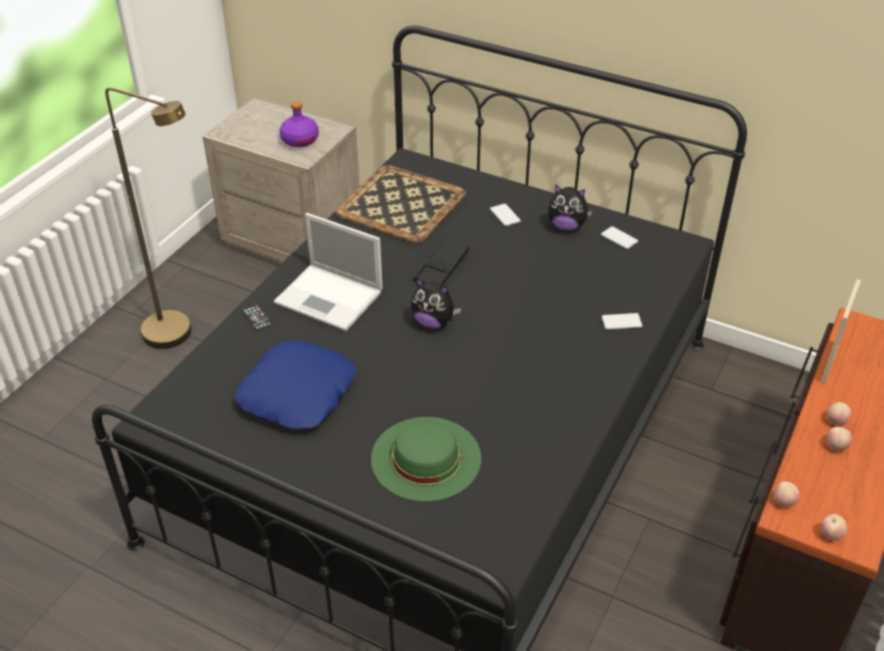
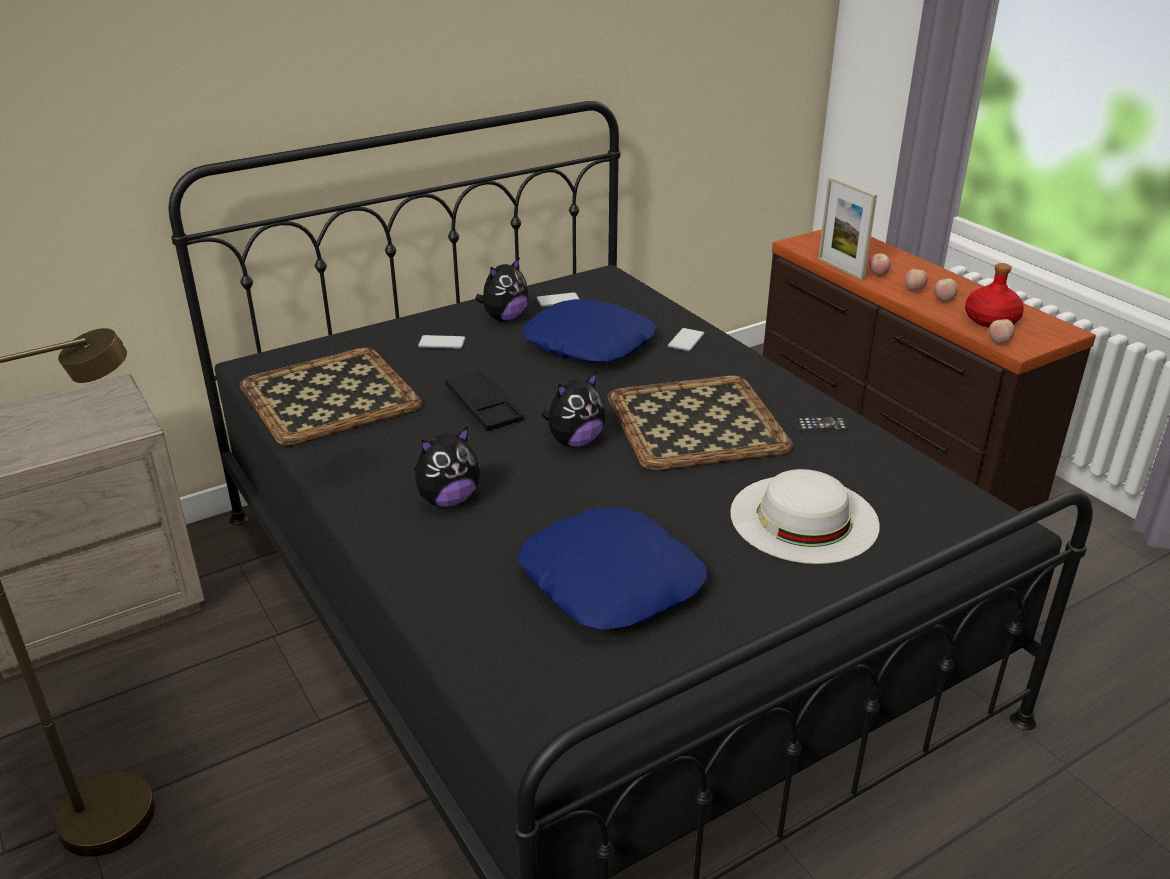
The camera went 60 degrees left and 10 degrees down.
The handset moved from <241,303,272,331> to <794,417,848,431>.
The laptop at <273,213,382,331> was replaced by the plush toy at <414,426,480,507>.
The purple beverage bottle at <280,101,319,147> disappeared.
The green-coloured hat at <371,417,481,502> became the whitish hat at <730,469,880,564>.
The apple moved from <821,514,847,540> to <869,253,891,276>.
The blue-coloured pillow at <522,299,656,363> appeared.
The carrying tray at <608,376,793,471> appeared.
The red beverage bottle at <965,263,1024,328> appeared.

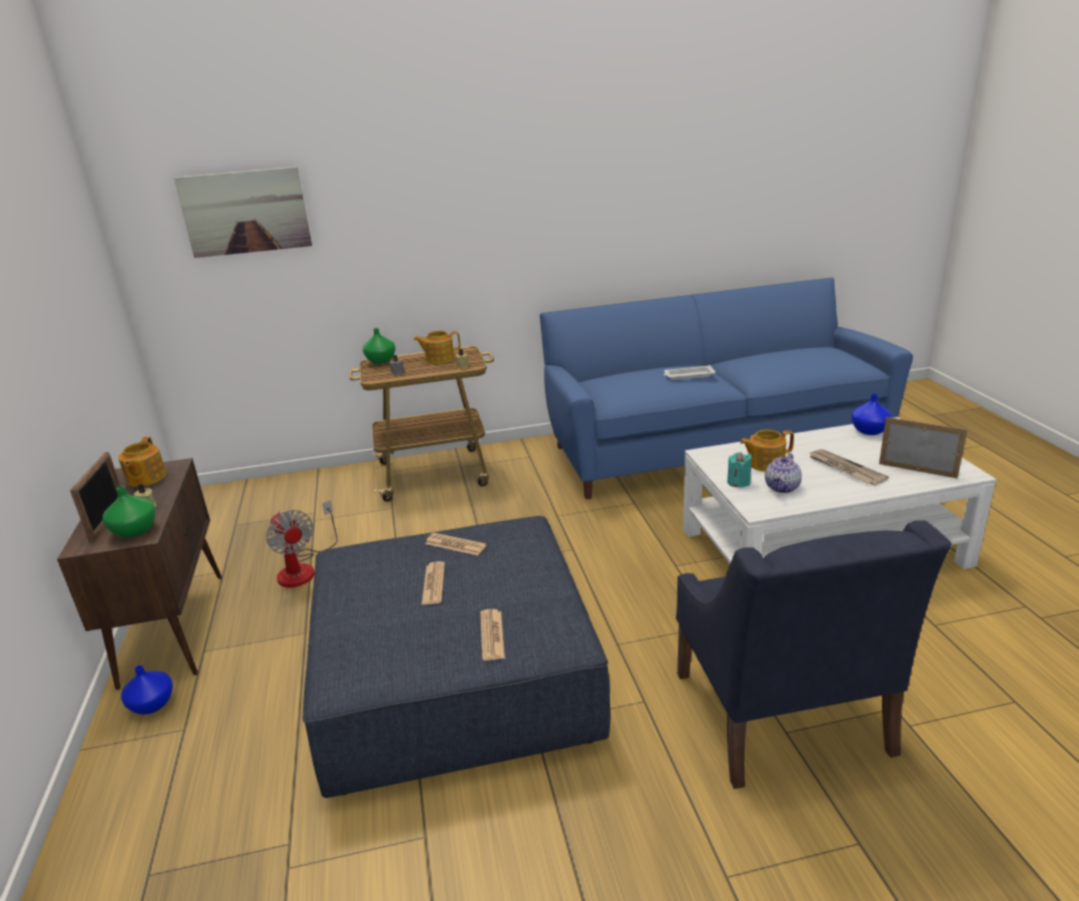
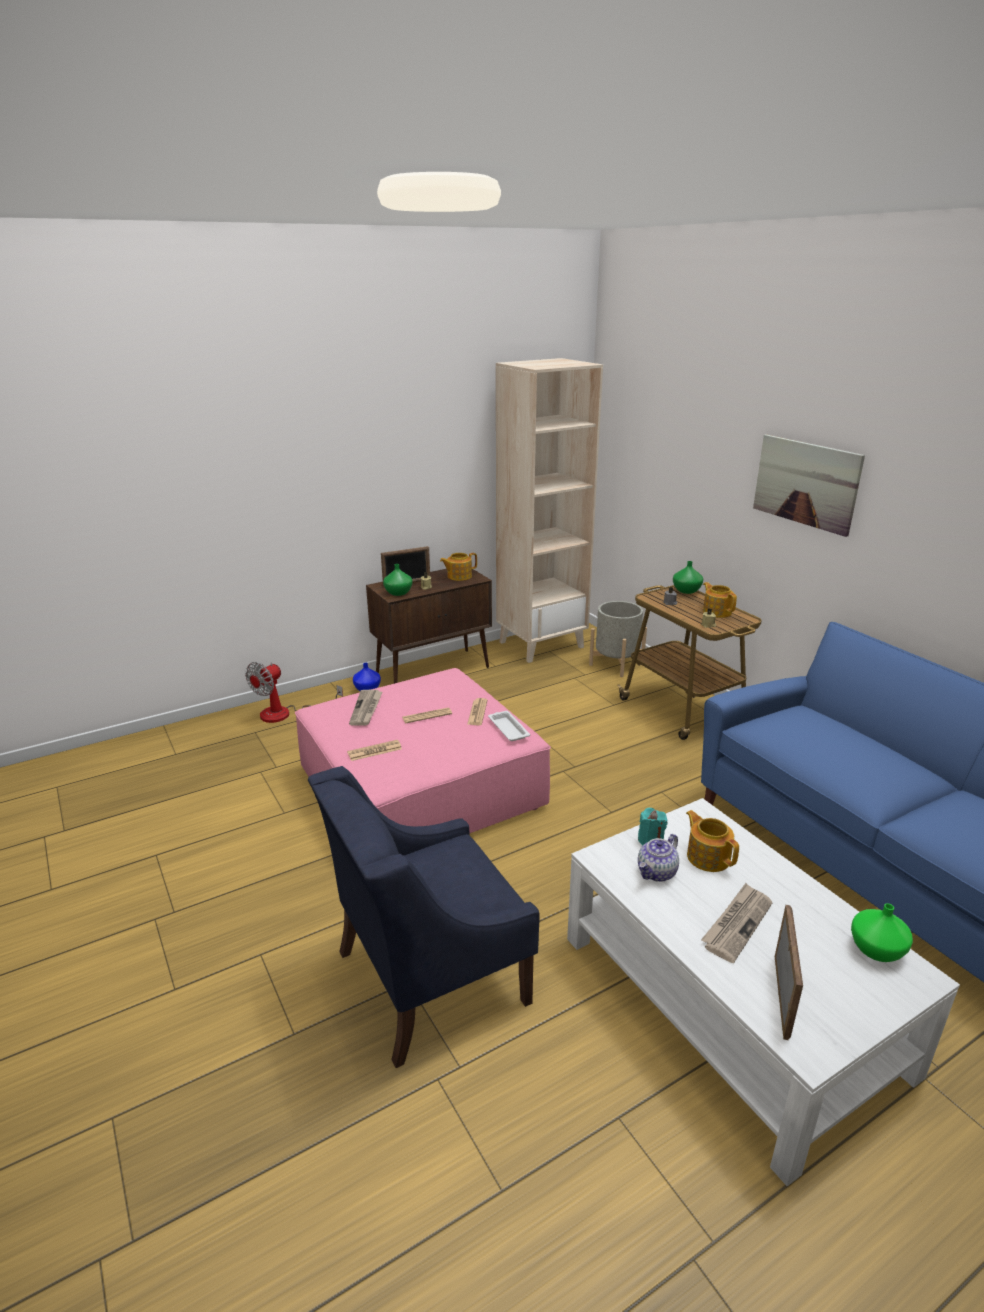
The camera went 70 degrees right and 0 degrees up.
The wall picture moved from <174,167,312,258> to <753,434,865,537>.
The fan moved from <266,500,338,587> to <245,662,343,723>.
The blue-coloured ottoman at <303,516,610,798> became the pink ottoman at <295,668,551,834>.
The whitish carrying tray moved from <664,365,716,380> to <488,711,530,741>.
The teapot at <765,453,802,493> turned 60 degrees counterclockwise.
The blue-coloured vase at <851,394,892,435> became the green-coloured vase at <851,903,913,962>.
The newspaper at <349,690,382,726> appeared.
The beige-coloured shelving unit at <496,358,603,663> appeared.
The grey plant pot at <589,601,647,677> appeared.

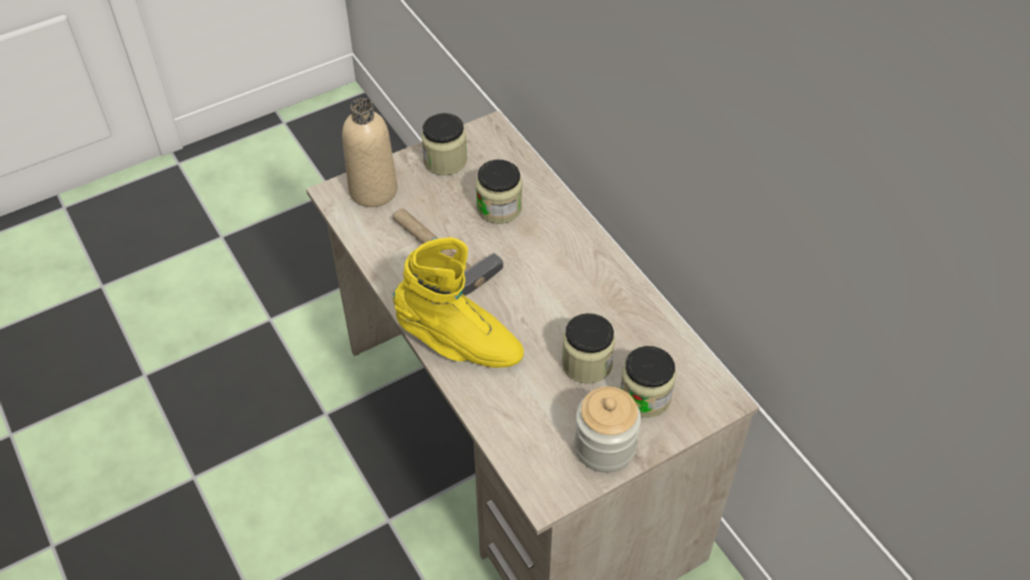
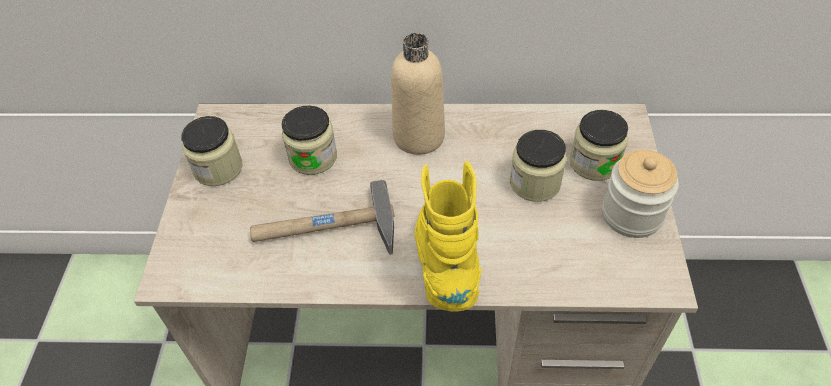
The camera went 55 degrees left and 0 degrees up.
The beige-coloured beverage bottle moved from <342,98,398,207> to <391,33,445,155>.
The yellowish tall boot at <393,237,524,368> turned 60 degrees counterclockwise.

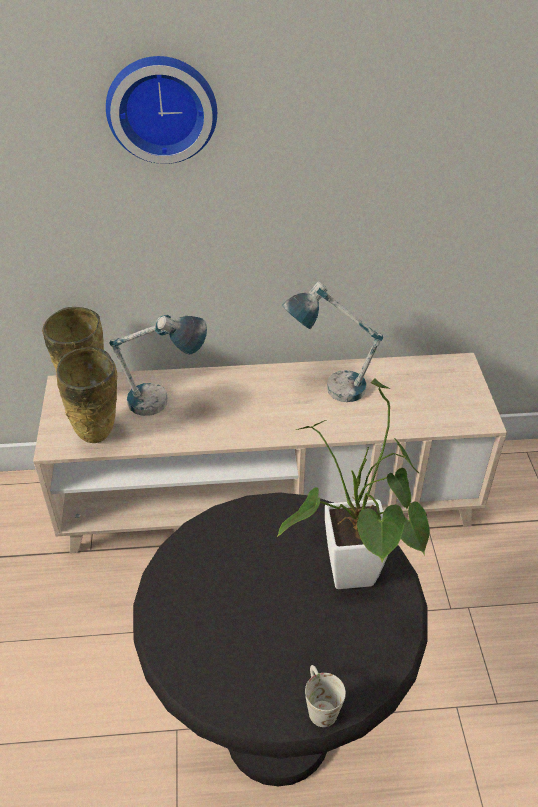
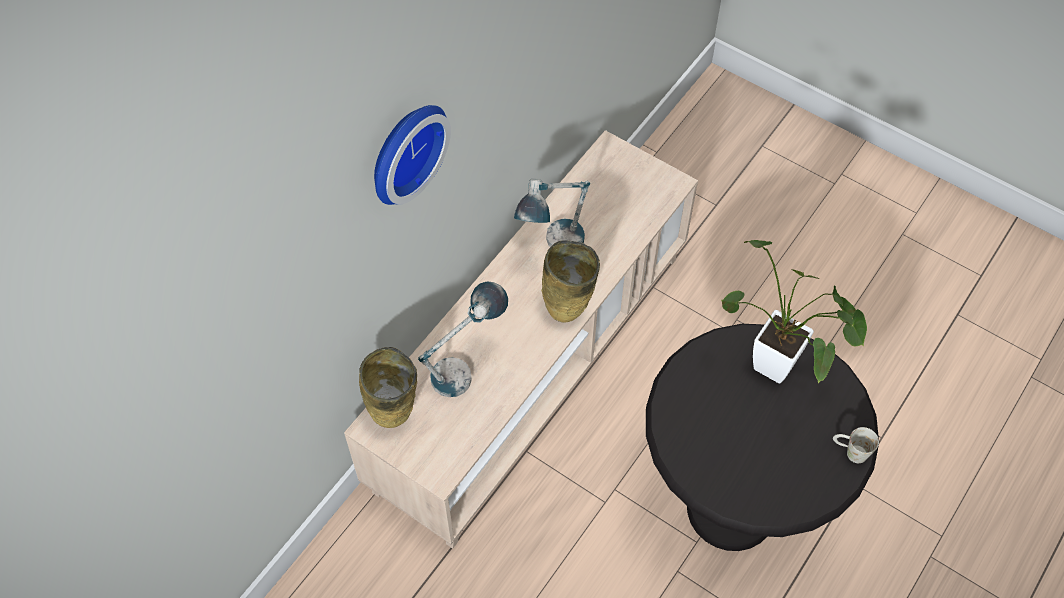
The camera went 50 degrees left and 15 degrees up.
The beige-coloured vase moved from <56,347,117,443> to <541,240,600,322>.

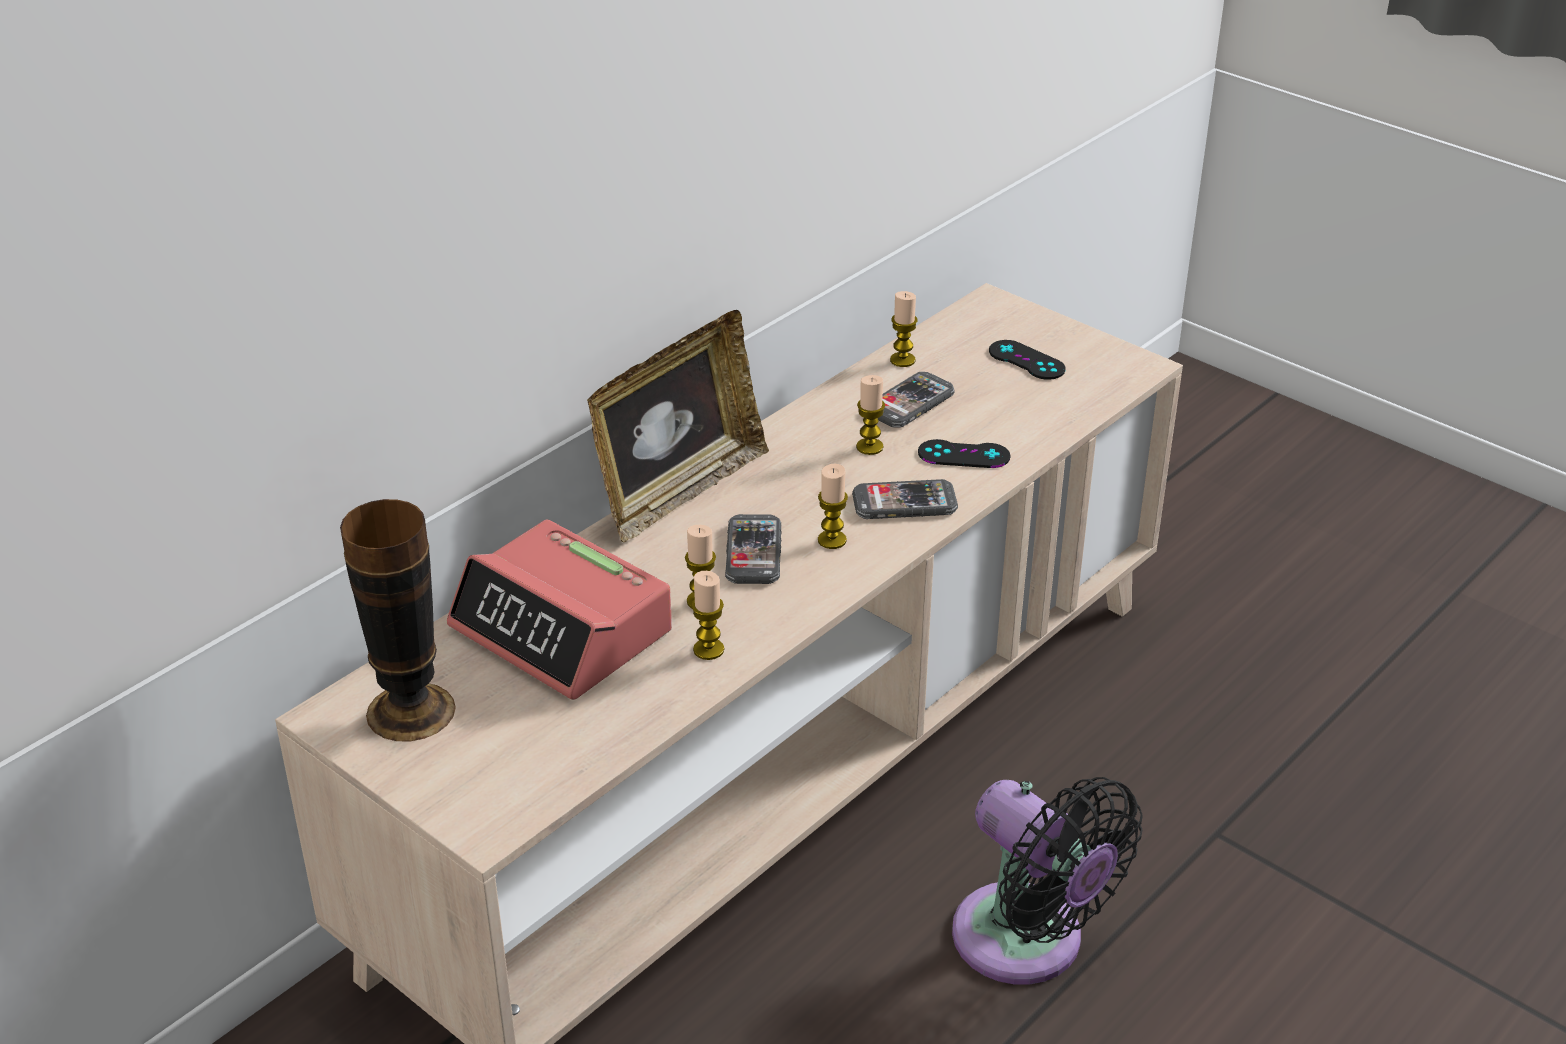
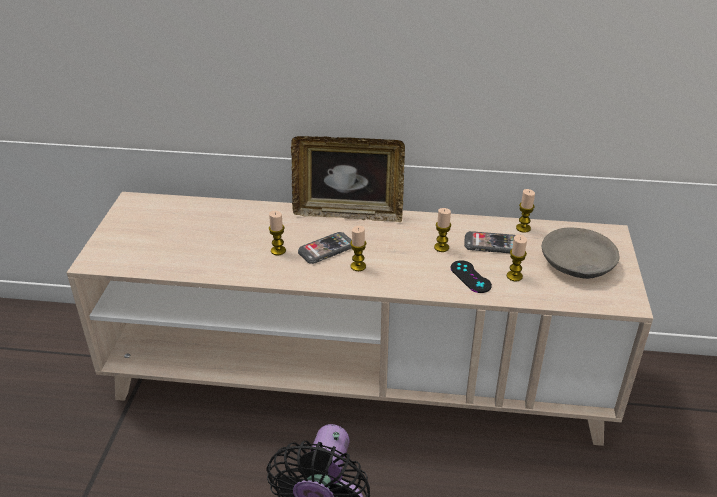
The camera went 55 degrees right and 0 degrees up.
The vase at <340,499,456,741> disappeared.
The bedside clock at <447,520,672,700> disappeared.
The wax candle moved from <691,571,724,660> to <507,235,527,281>.
The handset at <852,479,958,519> disappeared.
The black-coloured game controller at <989,340,1065,380> was replaced by the grey serving bowl at <542,228,619,279>.

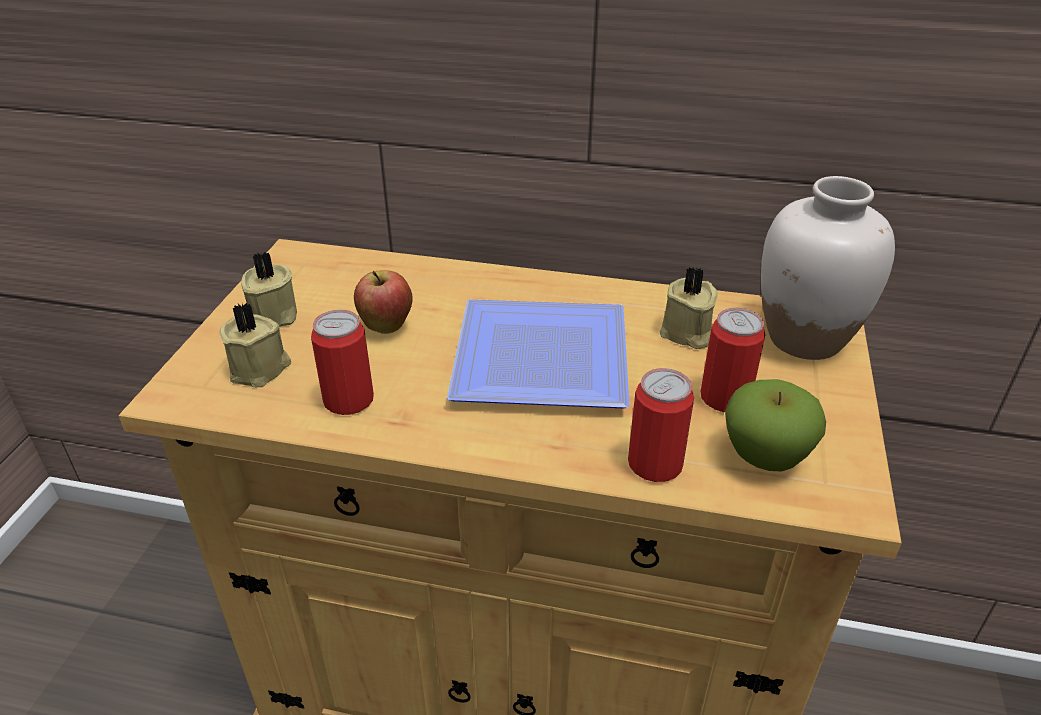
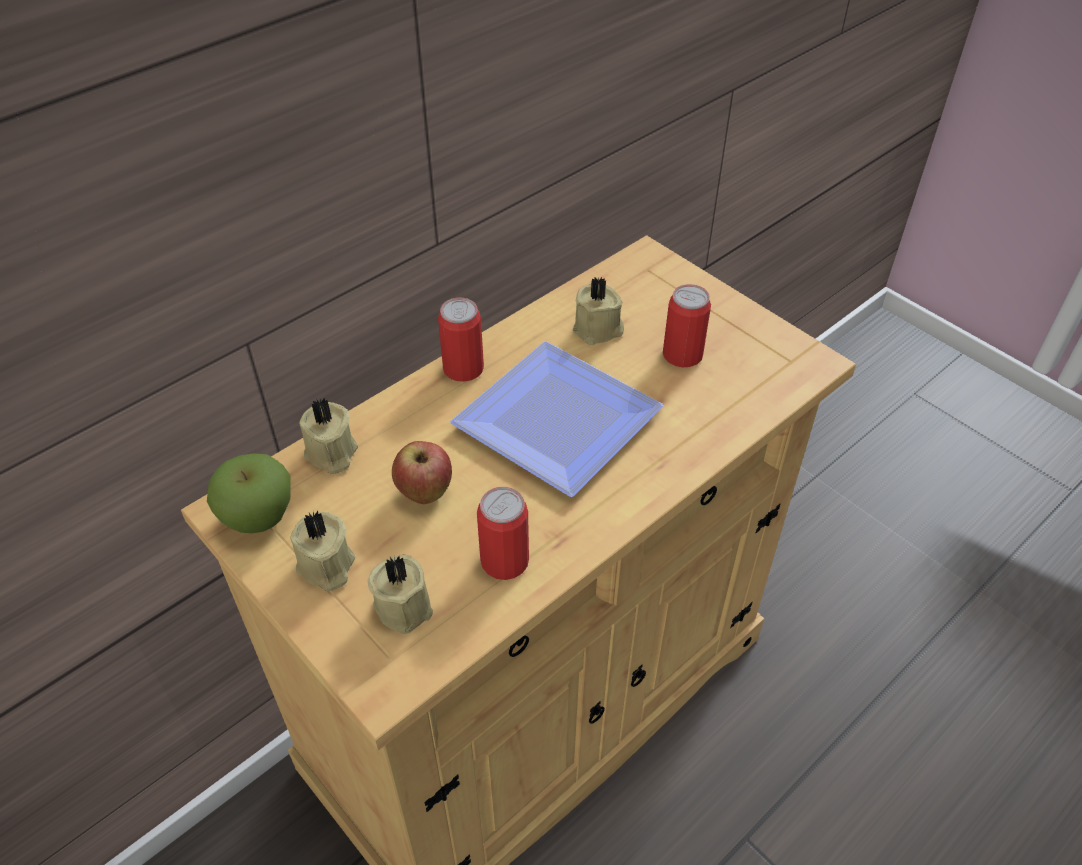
The camera went 55 degrees left and 10 degrees up.
The metal can moved from <628,368,694,482> to <438,298,484,382>.
The apple moved from <725,379,826,472> to <207,453,291,533>.
The whitish vase at <761,176,895,360> disappeared.
The beige-coloured wax candle at <299,398,358,474> appeared.

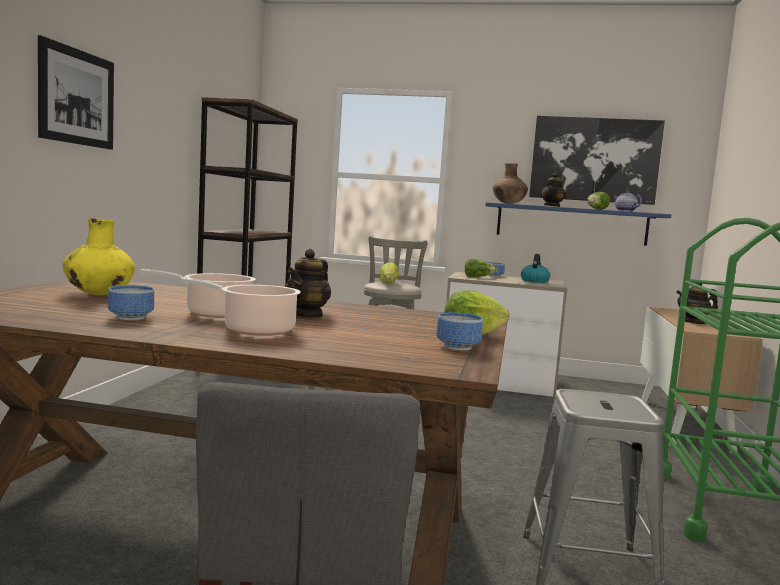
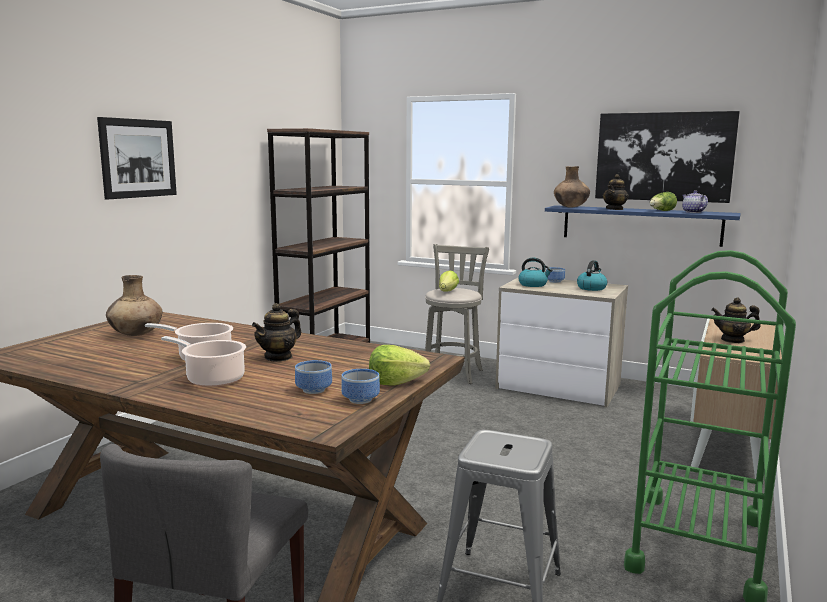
The camera went 15 degrees right and 5 degrees up.
The yellowish vase at <63,218,135,295> became the brown vase at <106,275,162,336>.
The serving bowl moved from <108,285,154,320> to <295,360,332,394>.
The lettuce at <465,258,497,277> was replaced by the kettle at <518,258,552,287>.

